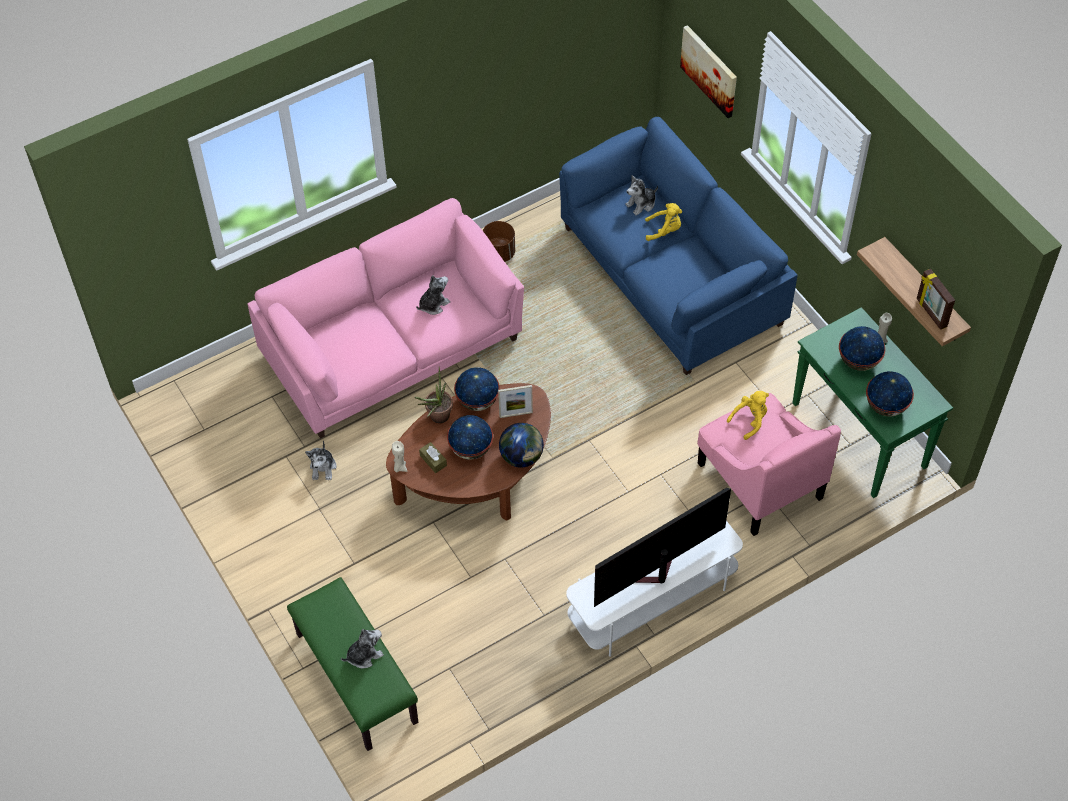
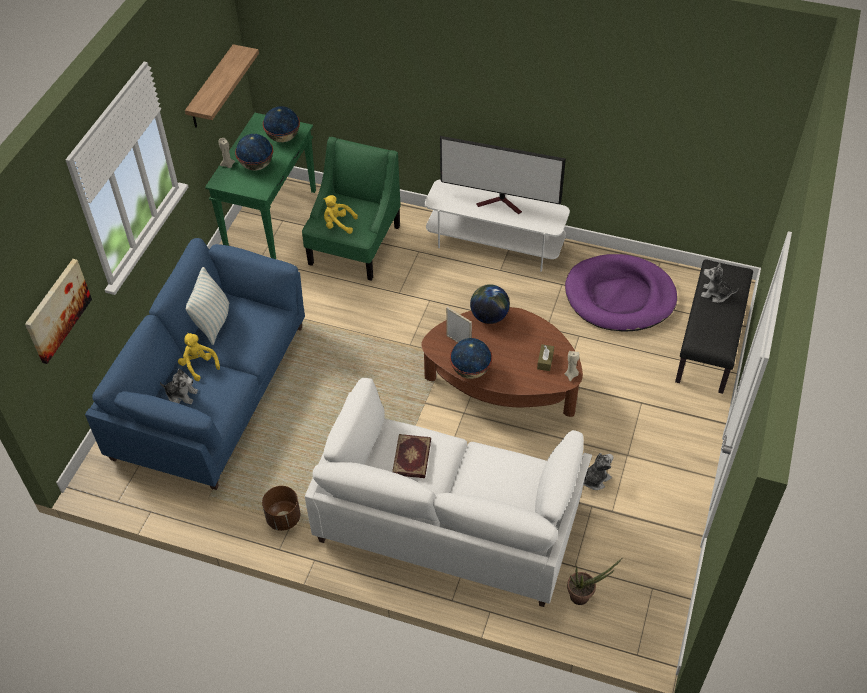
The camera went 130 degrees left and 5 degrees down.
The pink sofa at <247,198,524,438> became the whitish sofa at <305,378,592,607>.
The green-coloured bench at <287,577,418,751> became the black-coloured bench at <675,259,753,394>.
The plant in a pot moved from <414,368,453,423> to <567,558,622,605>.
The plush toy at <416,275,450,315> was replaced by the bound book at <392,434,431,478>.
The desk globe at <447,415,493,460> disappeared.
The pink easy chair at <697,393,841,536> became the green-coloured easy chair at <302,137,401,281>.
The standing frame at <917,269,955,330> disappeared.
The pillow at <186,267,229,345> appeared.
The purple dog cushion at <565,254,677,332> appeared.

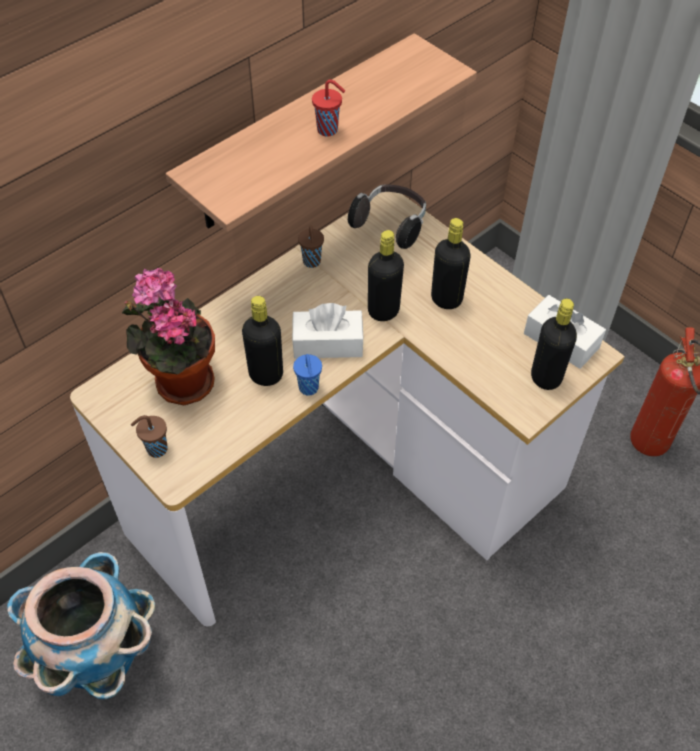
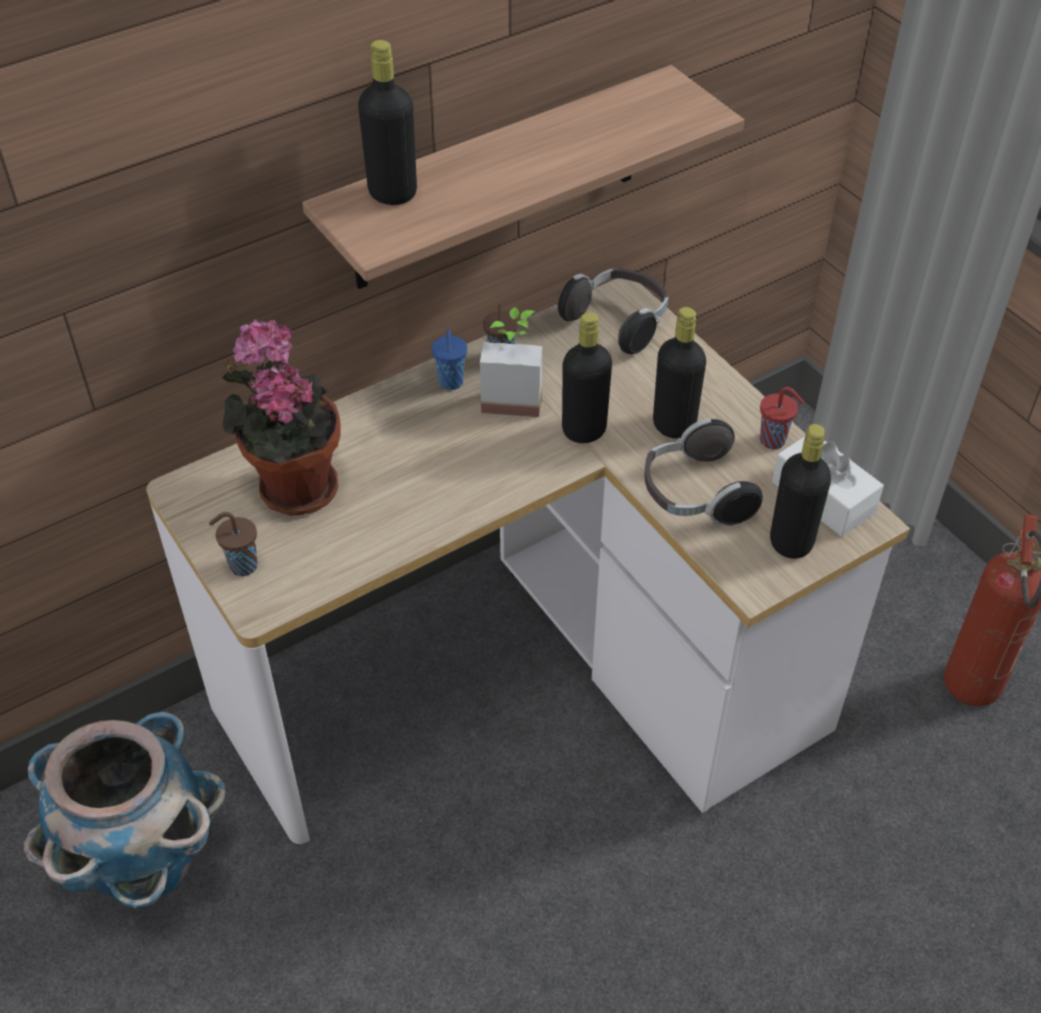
The camera went 10 degrees right and 5 degrees down.
The black-coloured beverage bottle moved from <242,296,283,386> to <358,40,417,205>.
The whitish tissue box at <292,303,364,358> disappeared.
The blue-coloured cup moved from <293,354,322,396> to <431,329,467,390>.
The red cup moved from <312,80,345,137> to <760,387,804,449>.
The plant in a pot at <480,307,542,417> appeared.
The headphones at <644,418,763,526> appeared.

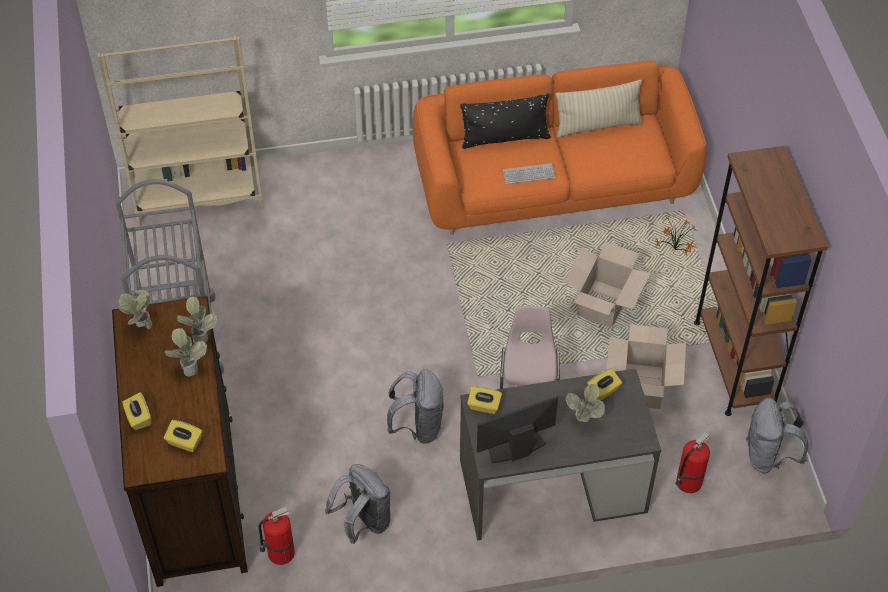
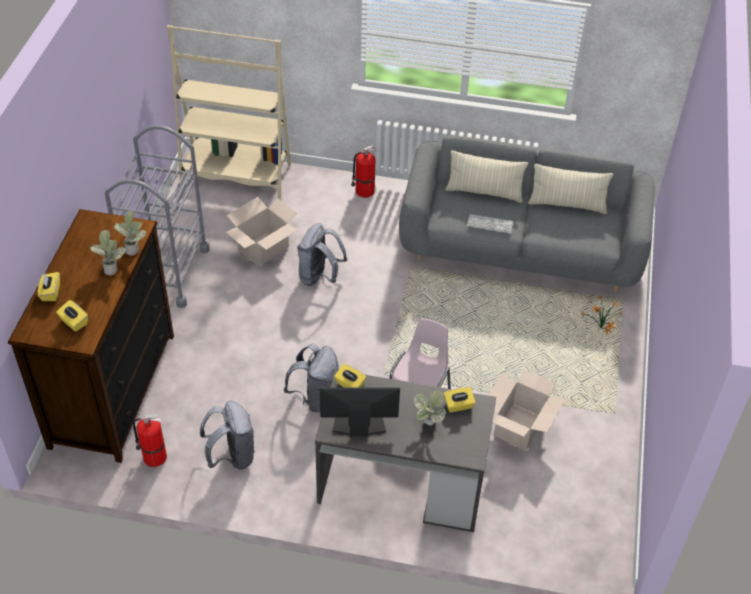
The camera went 20 degrees right and 5 degrees down.
The plant in a pot at <118,289,152,330> disappeared.
The orange sofa at <413,60,707,235> became the grey sofa at <399,135,655,292>.
The black-coloured pillow at <460,94,550,149> became the beige-coloured pillow at <445,150,528,203>.
The cardboard box moved from <564,242,651,328> to <225,197,298,266>.
The extinguisher moved from <675,432,710,493> to <351,145,377,198>.
The brown shelving unit at <694,146,828,416> disappeared.
The grey knapsack moved from <746,398,808,474> to <297,223,347,286>.

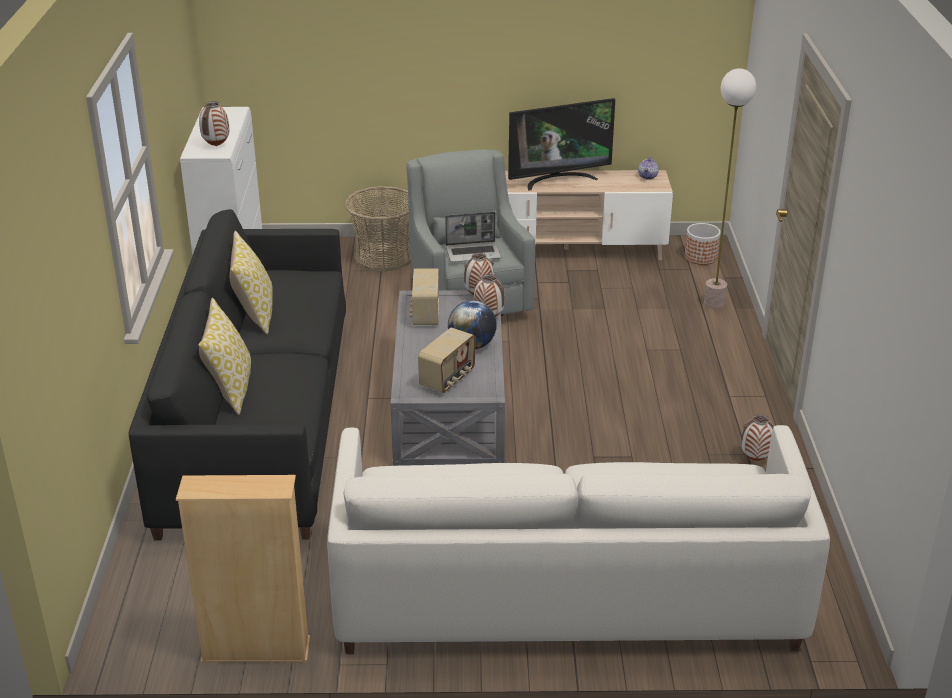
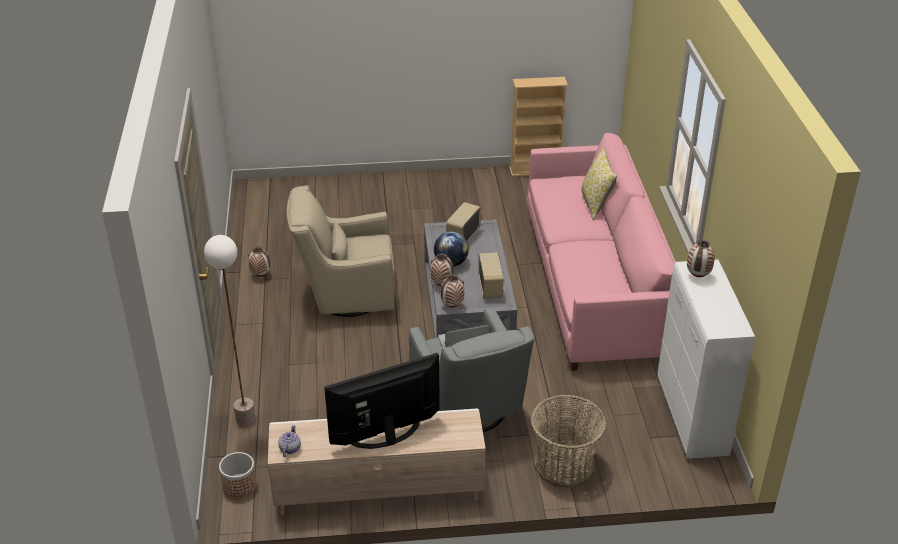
The camera went 175 degrees right and 5 degrees up.
The black-coloured sofa at <129,209,346,541> became the pink sofa at <527,133,676,371>.
The pillow at <230,231,273,335> disappeared.
The whitish sofa at <327,425,830,654> disappeared.
The beige-coloured easy chair at <287,185,395,317> appeared.

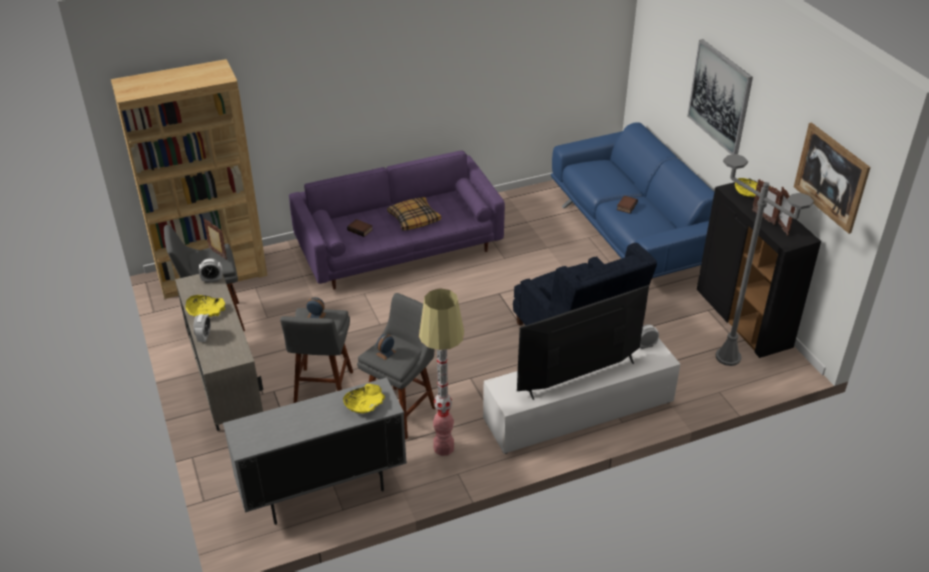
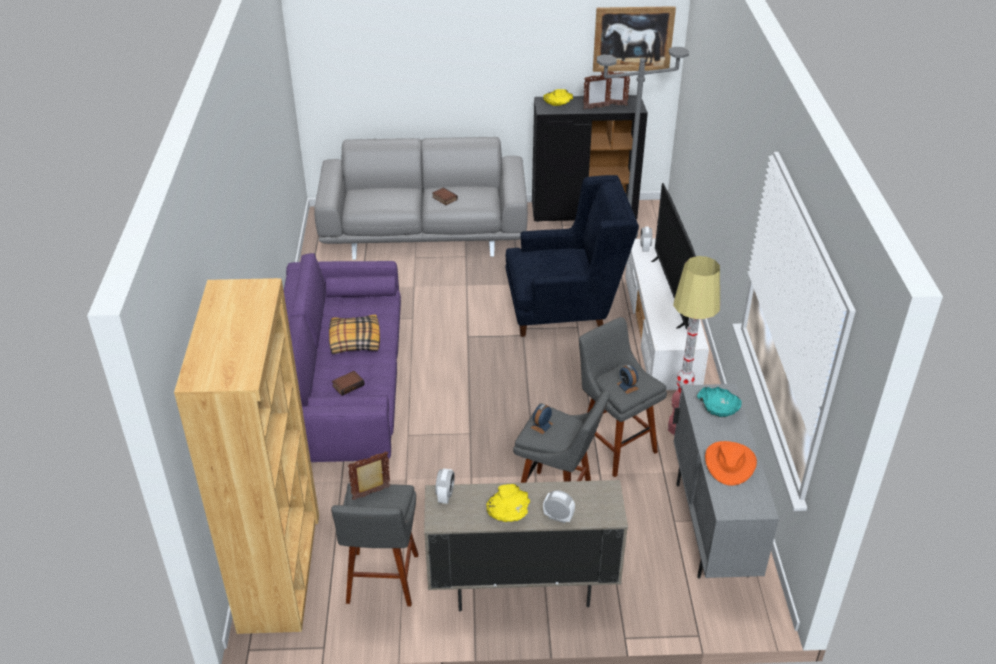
The camera went 70 degrees left and 0 degrees up.
The yellowish serving bowl at <343,384,385,413> became the blue-green serving bowl at <697,387,742,417>.
The blue-coloured sofa at <551,122,714,278> became the grey sofa at <314,137,528,260>.
The wall picture at <687,39,753,155> disappeared.
The orange hat at <705,441,757,486> appeared.

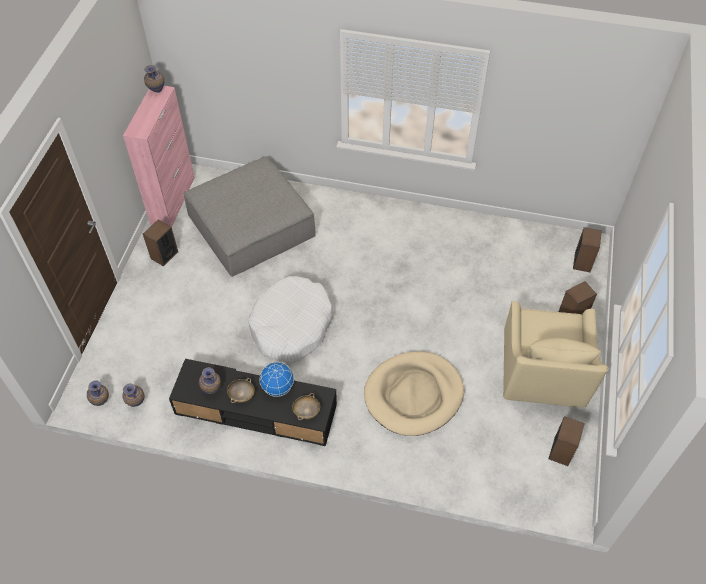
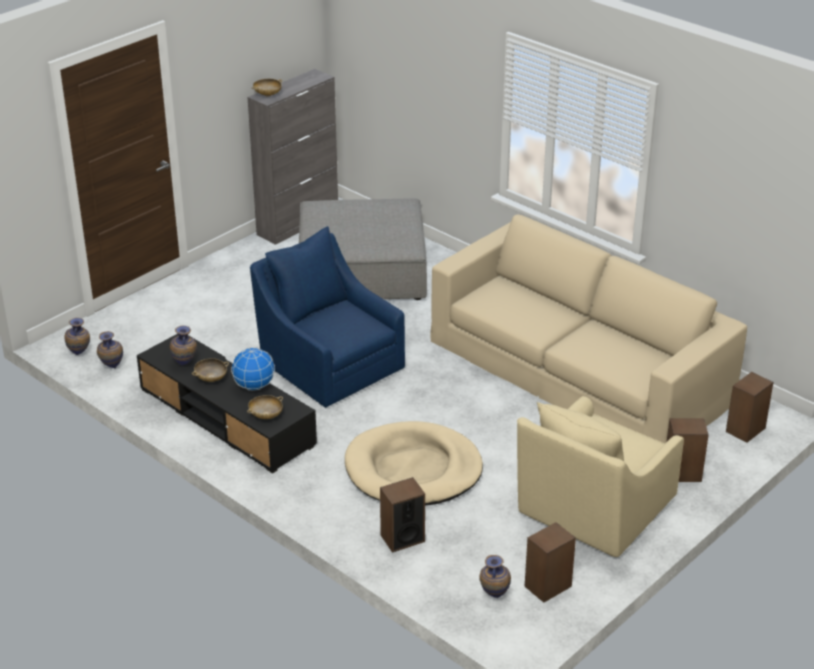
The camera went 30 degrees right and 20 degrees down.
The pink cupboard at <123,86,195,227> became the grey cupboard at <247,69,338,245>.
The loudspeaker moved from <143,220,178,266> to <380,477,425,553>.
The vase moved from <144,65,164,93> to <479,555,511,598>.
The whitish dog cushion at <248,276,333,363> was replaced by the blue-coloured easy chair at <250,226,405,408>.
The beige-coloured serving bowl at <252,79,282,96> appeared.
The beige-coloured sofa at <430,214,747,443> appeared.

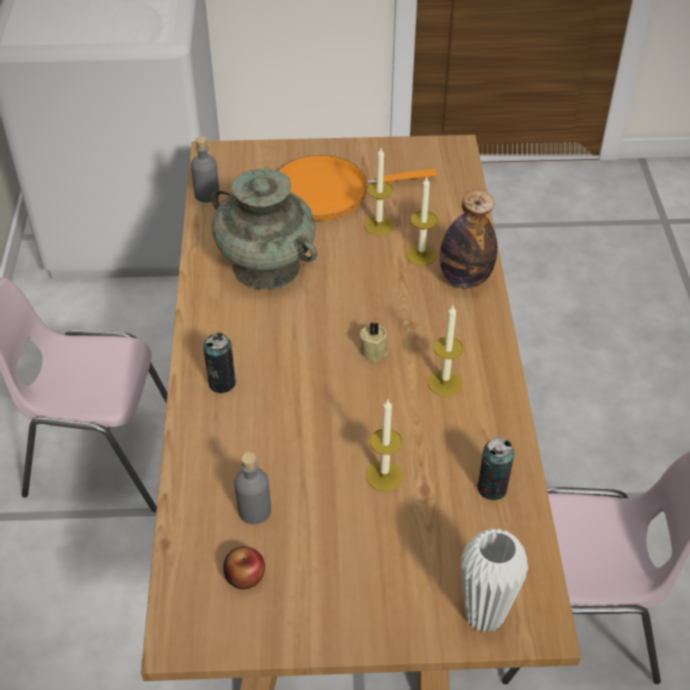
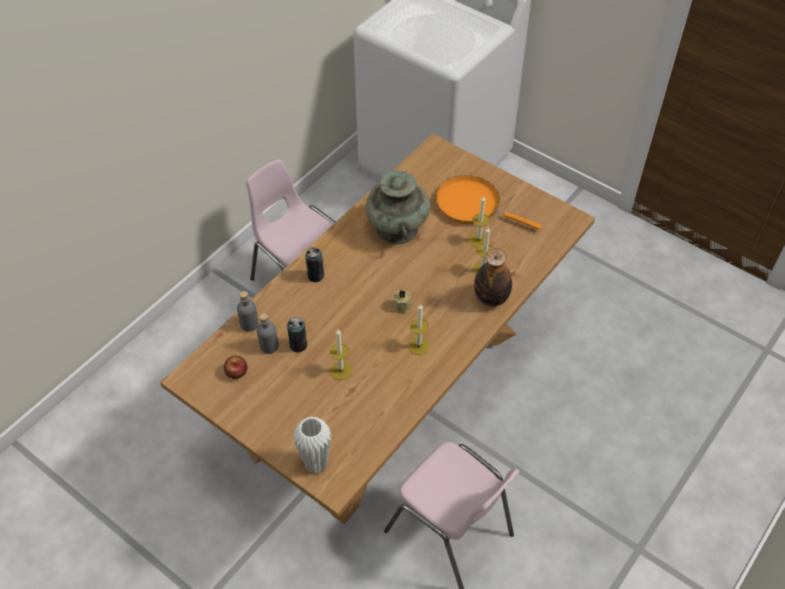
The camera went 40 degrees right and 5 degrees up.
The grey beverage bottle moved from <191,137,219,202> to <237,291,259,332>.
The metal can moved from <477,437,514,500> to <287,317,307,352>.

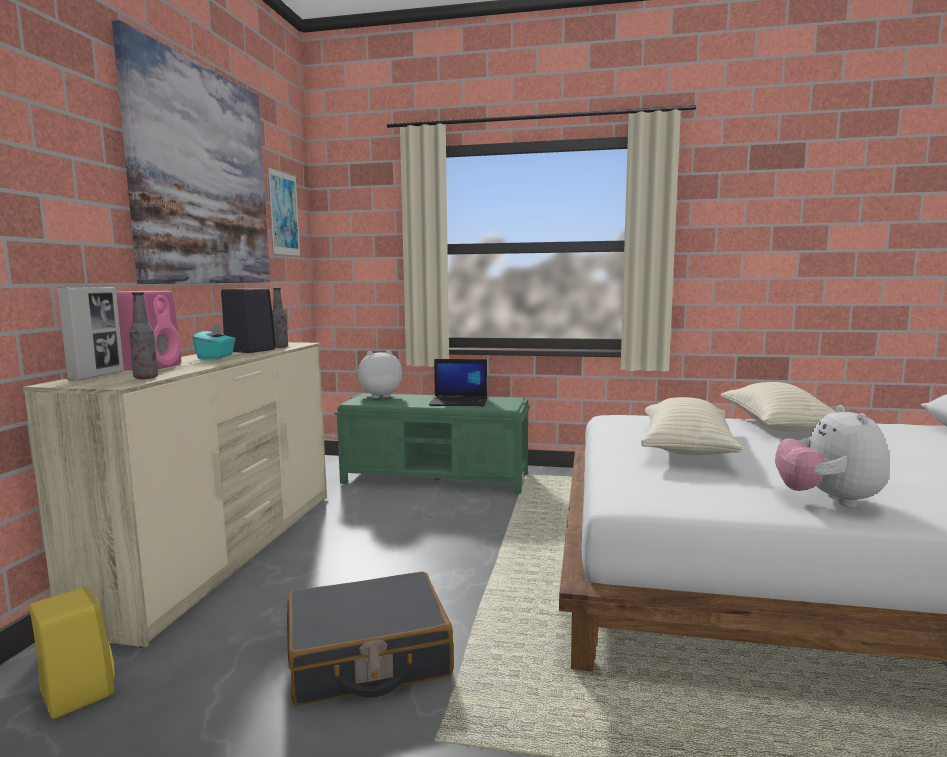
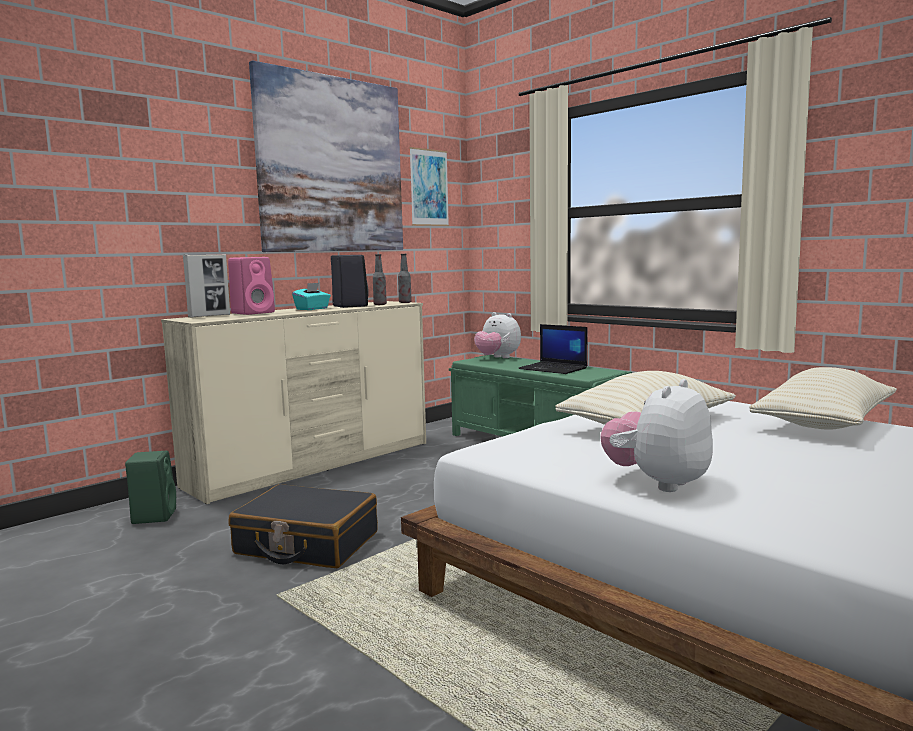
The camera went 35 degrees right and 0 degrees up.
The yellowish loudspeaker at <29,587,115,719> became the green-coloured loudspeaker at <125,451,176,524>.
The beverage bottle moved from <129,292,158,379> to <398,254,412,303>.
The plush toy at <358,350,402,399> turned 150 degrees counterclockwise.

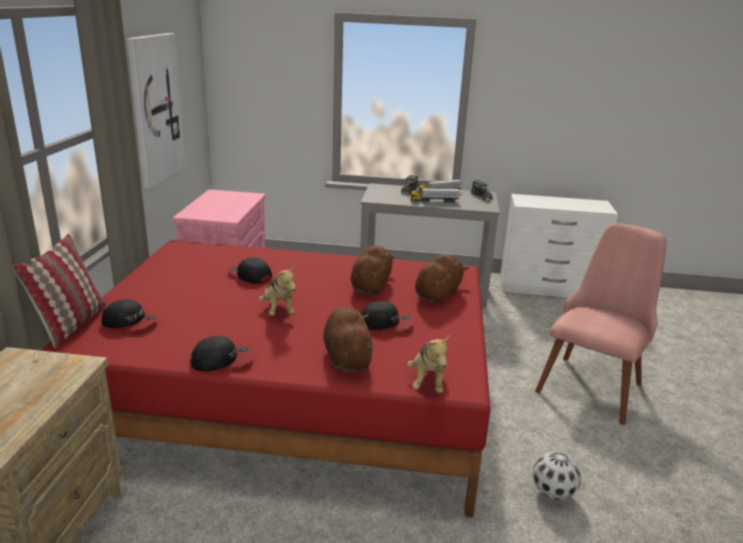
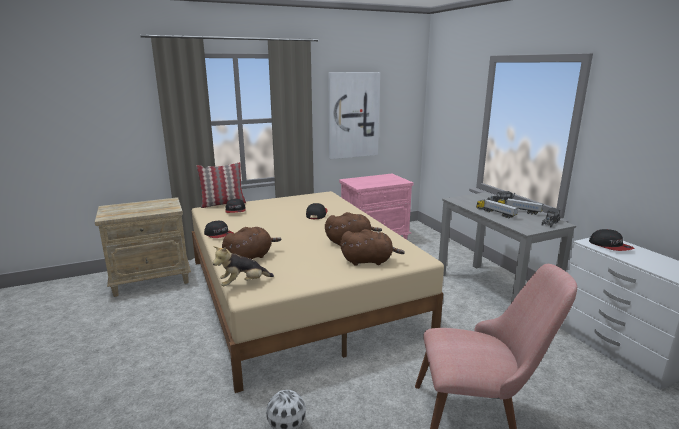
The camera went 60 degrees right and 5 degrees down.
The red bedroom bed at <40,240,491,517> became the beige-coloured bedroom bed at <192,191,444,393>.
The plush toy at <259,265,296,315> disappeared.
The peaked cap moved from <361,301,414,331> to <589,229,634,251>.

